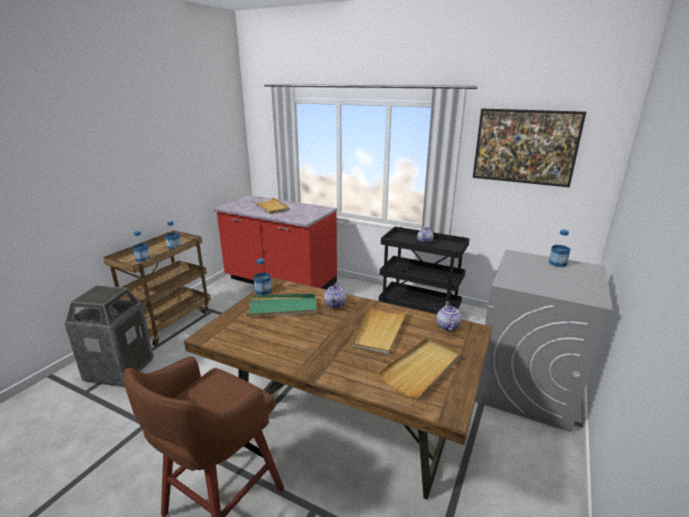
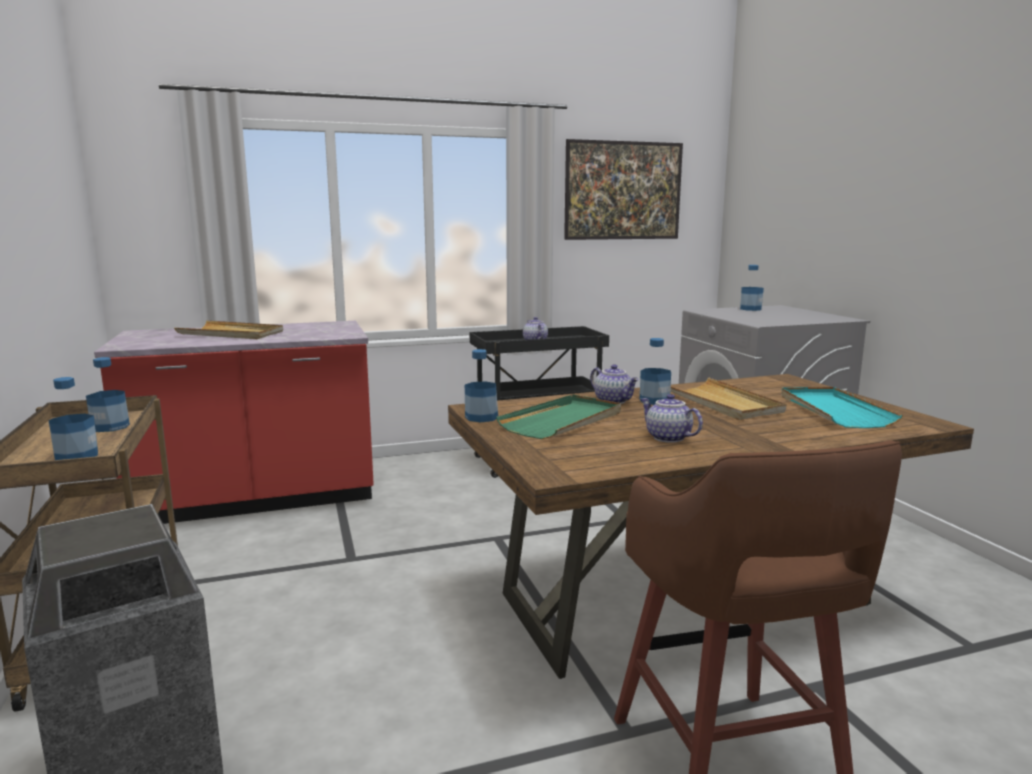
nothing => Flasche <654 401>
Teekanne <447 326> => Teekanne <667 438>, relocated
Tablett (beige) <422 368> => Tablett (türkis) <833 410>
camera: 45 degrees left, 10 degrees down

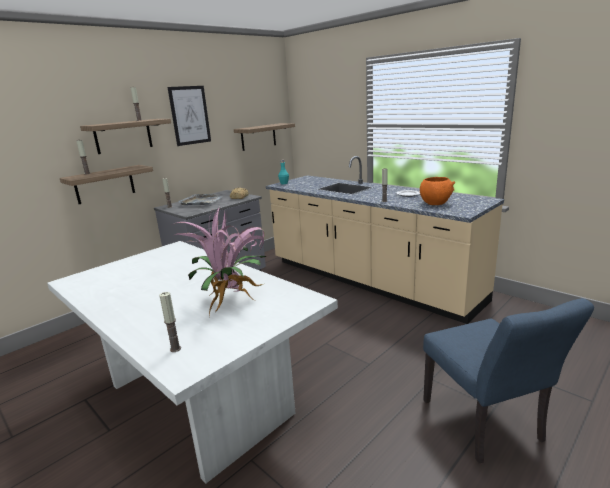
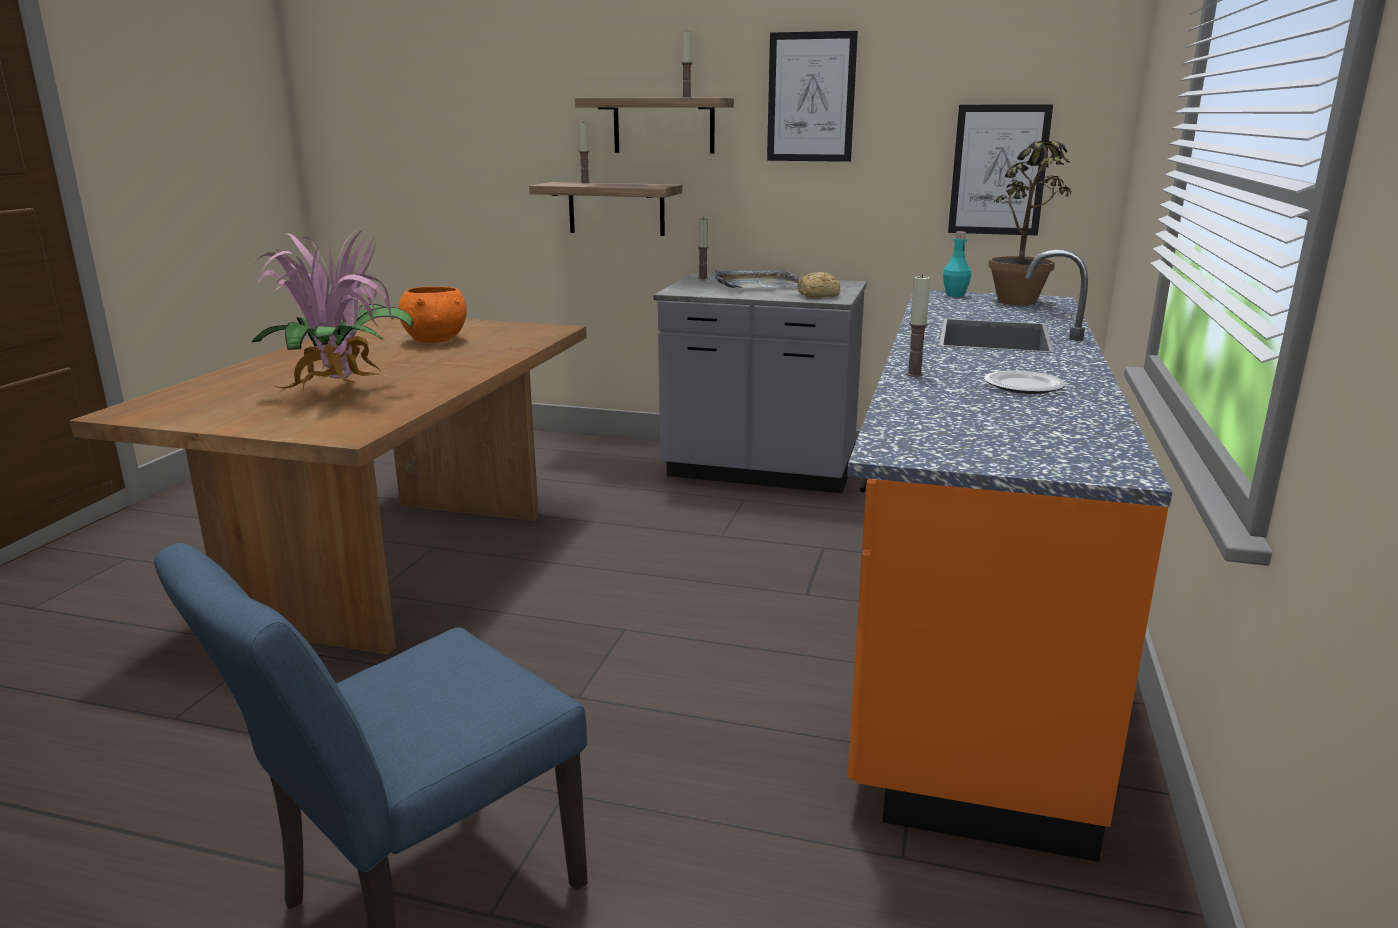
Esstisch (weiß) <200 398> => Esstisch (braun) <399 566>
Schüssel (orange) <435 203> => Schüssel (orange) <436 340>, relocated
Küchenzeile (beige) <369 281> => Küchenzeile (orange) <967 617>
Wandregal <258 137> => Bild <998 170>
nothing => Topfpflanze <1020 304>
Kerze <175 349> => nothing
camera: 60 degrees right, 0 degrees up

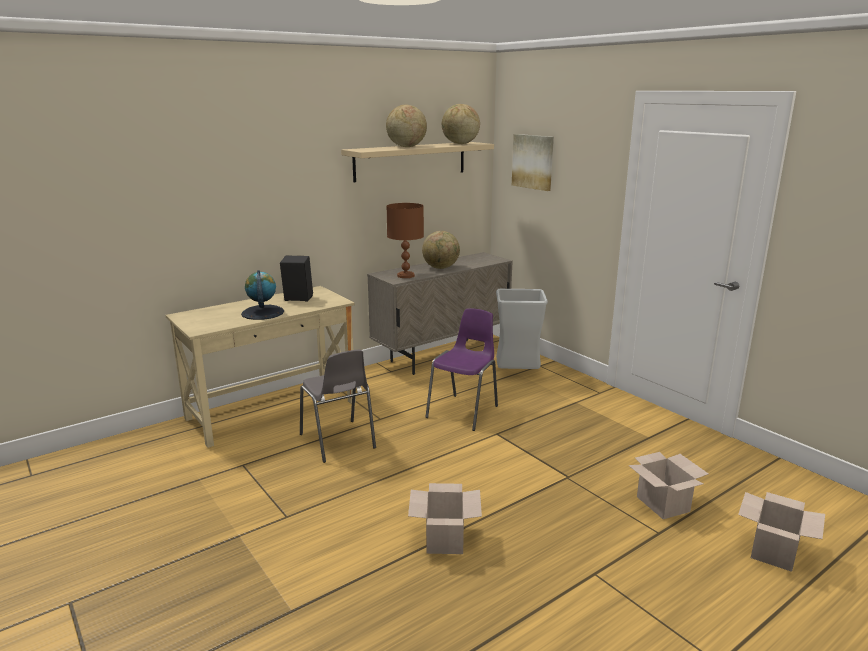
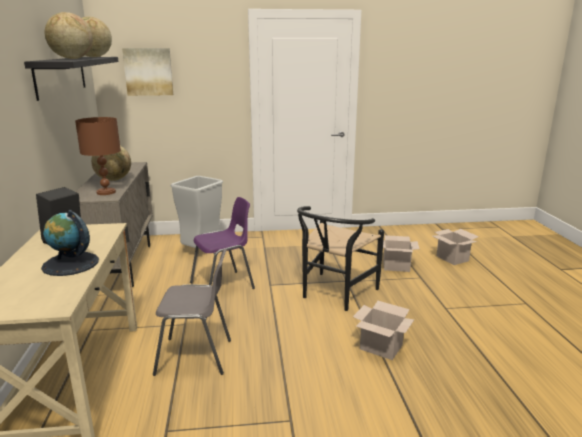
Wandregal (beige) <410 161> => Wandregal (schwarz) <61 76>
Stuhl (lila) <464 411> => Stuhl (lila) <224 286>, 90 degrees clockwise
nothing => Stuhl (schwarz) <334 294>
camera: 60 degrees left, 0 degrees up

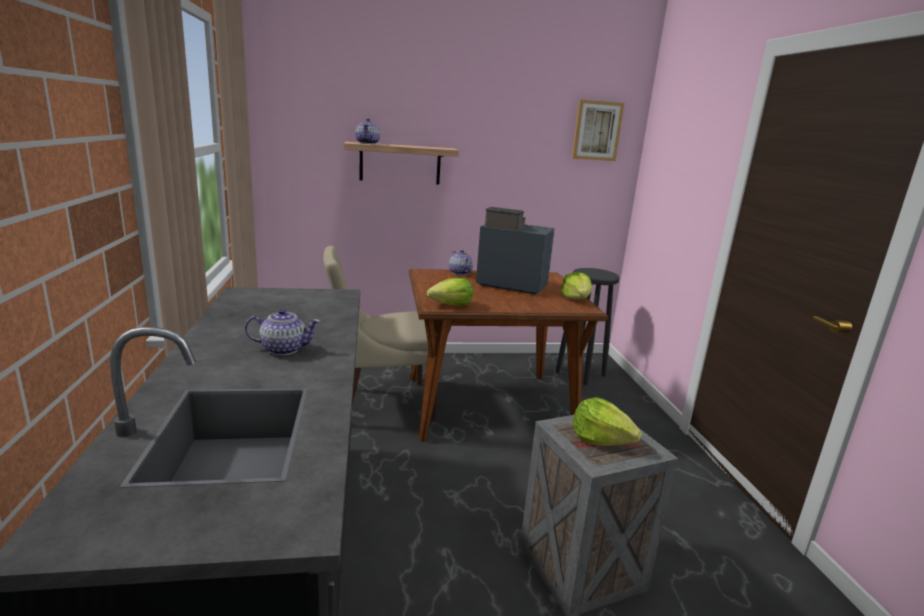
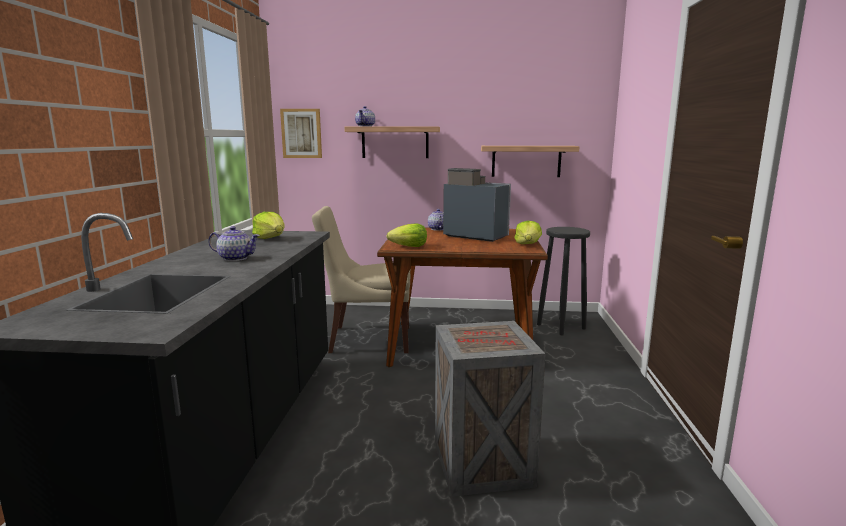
Salatkopf <601 439> => Salatkopf <271 238>, relocated
Bild <596 130> => Bild <301 133>, relocated
nothing => Wandregal <526 161>
camera: 15 degrees right, 5 degrees down

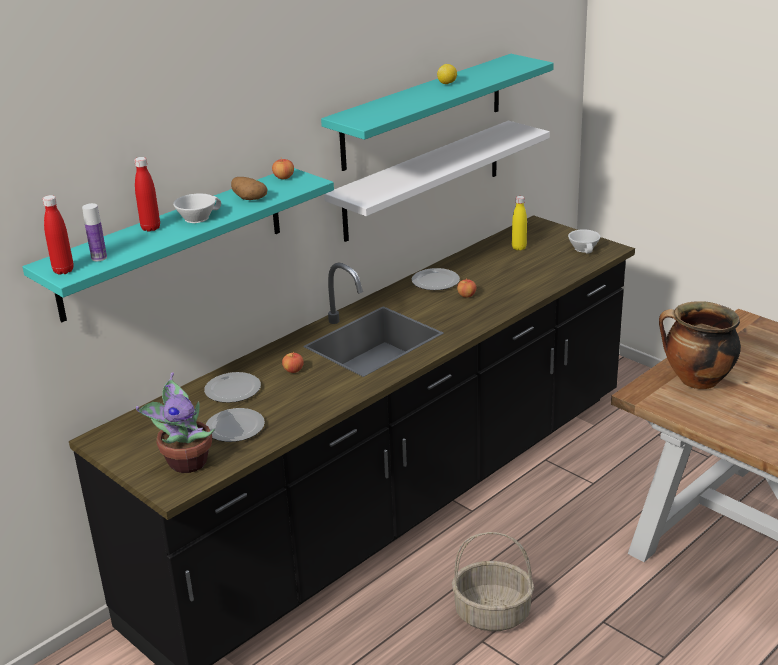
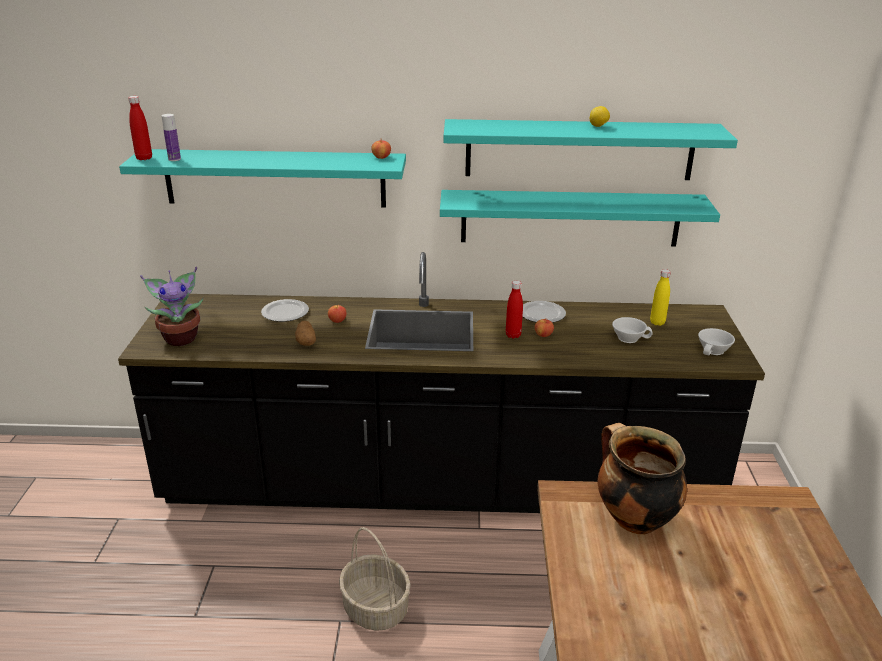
Kartoffel <248 198> => Kartoffel <306 341>, relocated
Wandregal (weiß) <423 180> => Wandregal (türkis) <570 218>
Flasche (rot) <151 228> => Flasche (rot) <513 335>, relocated
Tasse (weiß) <197 217> => Tasse (weiß) <629 337>, relocated
Teller <236 427> => nothing
camera: 45 degrees right, 0 degrees up

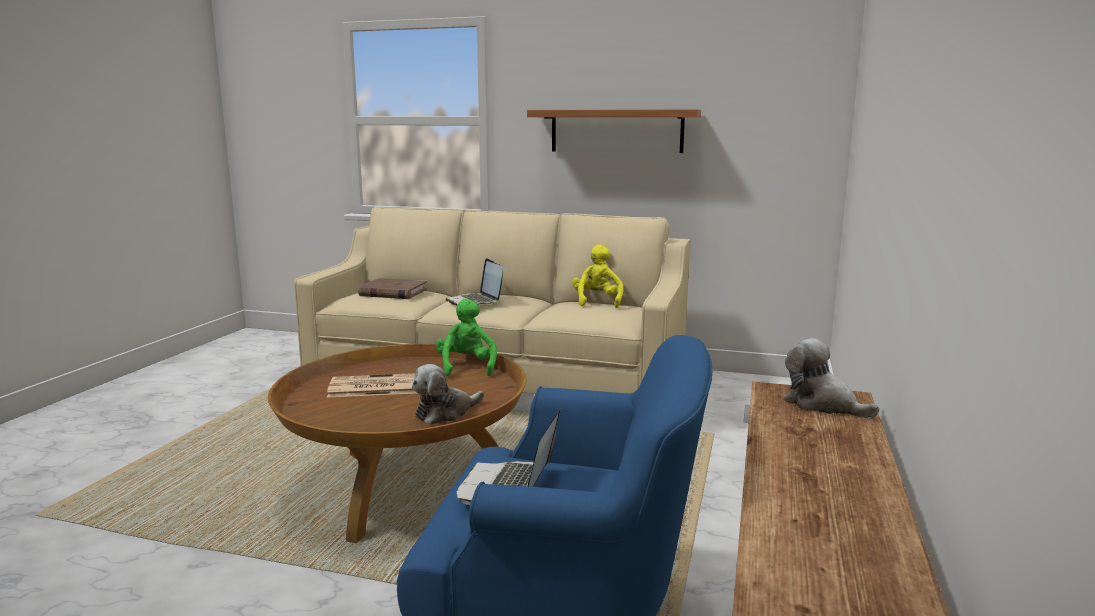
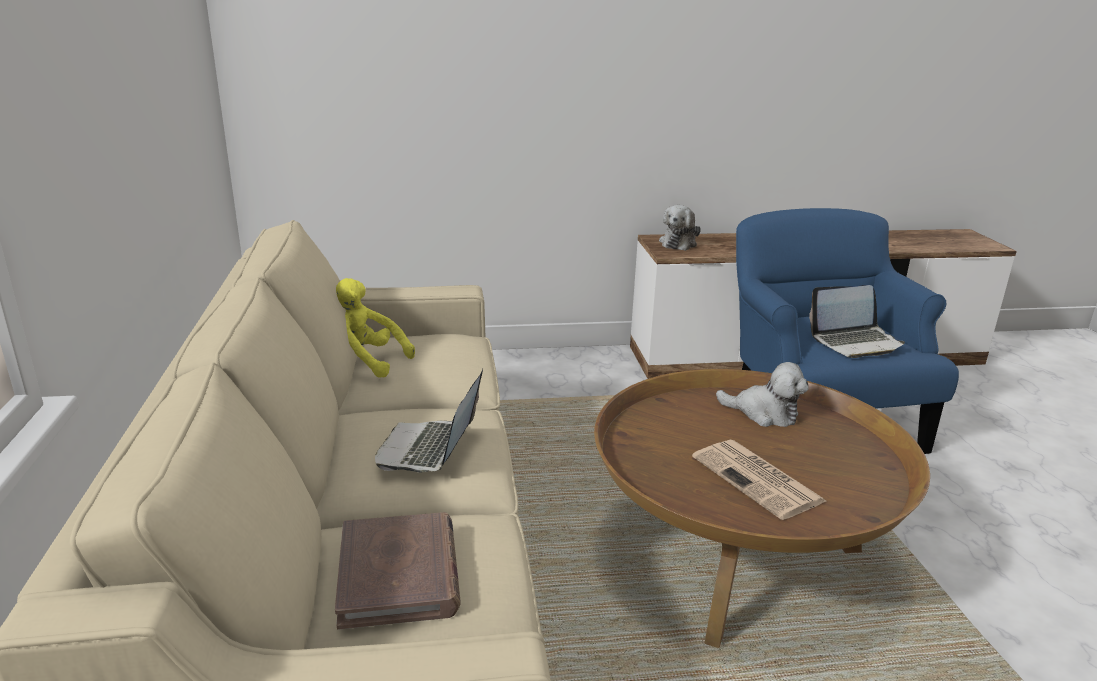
Plüschtier (gelb) <597 302> => Plüschtier (gelb) <365 362>, 45 degrees clockwise
Laptop <475 301> => Laptop <429 449>, 150 degrees clockwise
Plüschtier (grün) <466 367> => nothing
Wandregal <616 131> => nothing
camera: 115 degrees left, 10 degrees up

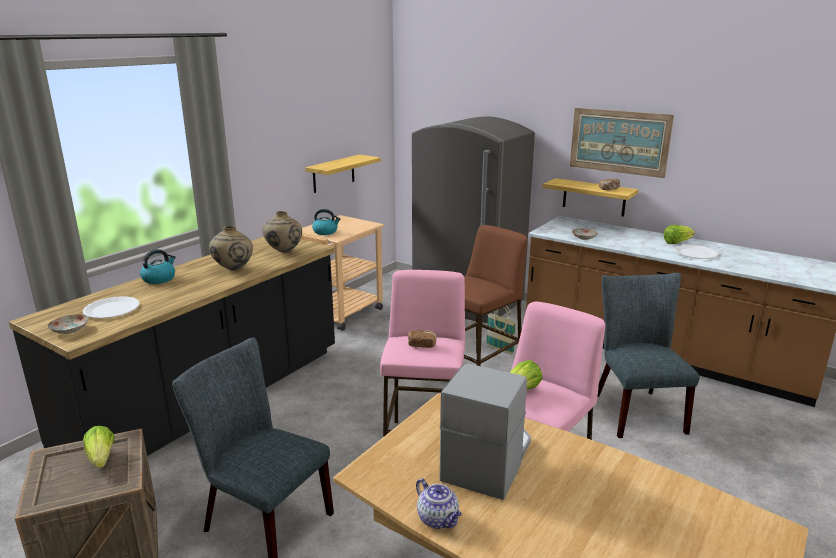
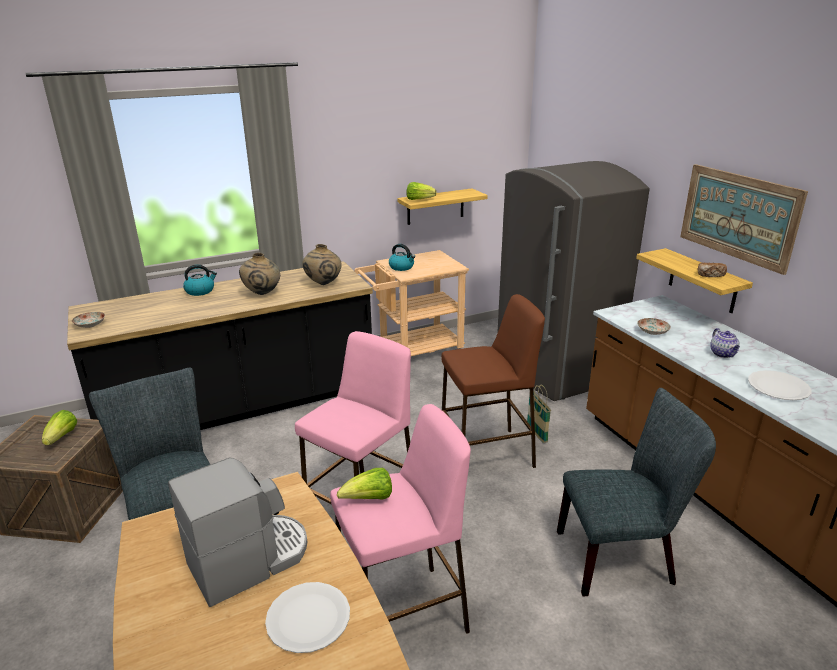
Teller (weiß) <112 309> => Teller (weiß) <308 618>, relocated
Salatkopf <676 242> => Salatkopf <419 199>, relocated
Stuhl (grau) <634 410> => Stuhl (grau) <622 557>, 60 degrees clockwise
Teekanne <438 519> => Teekanne <723 354>, relocated
Brot <422 345> => nothing
camera: 30 degrees right, 5 degrees up

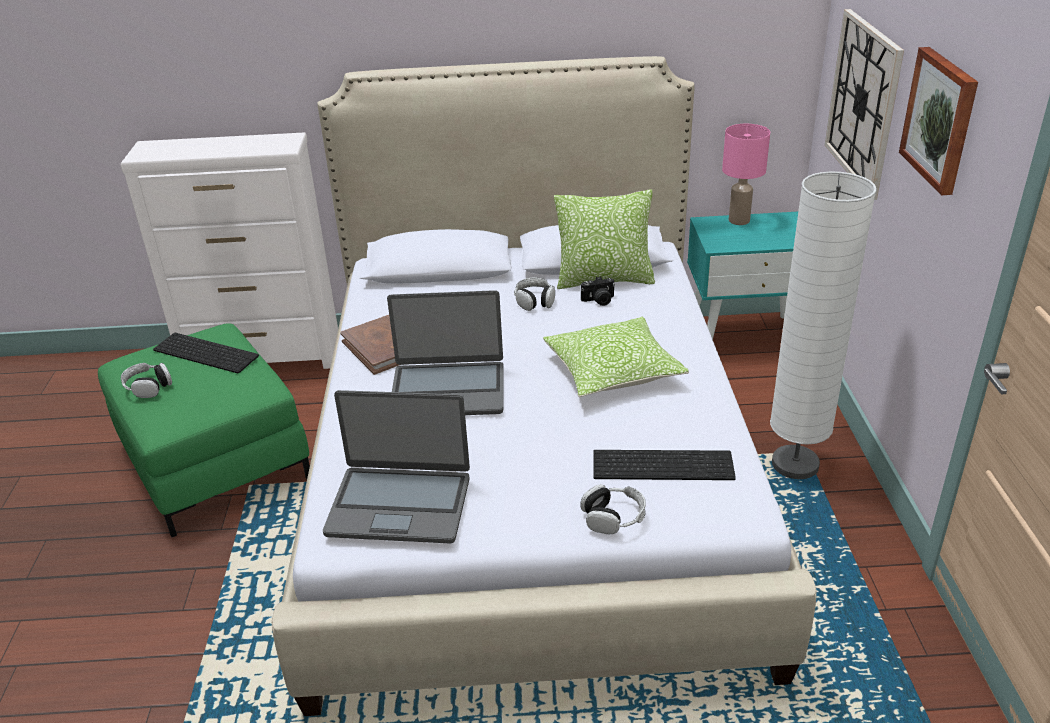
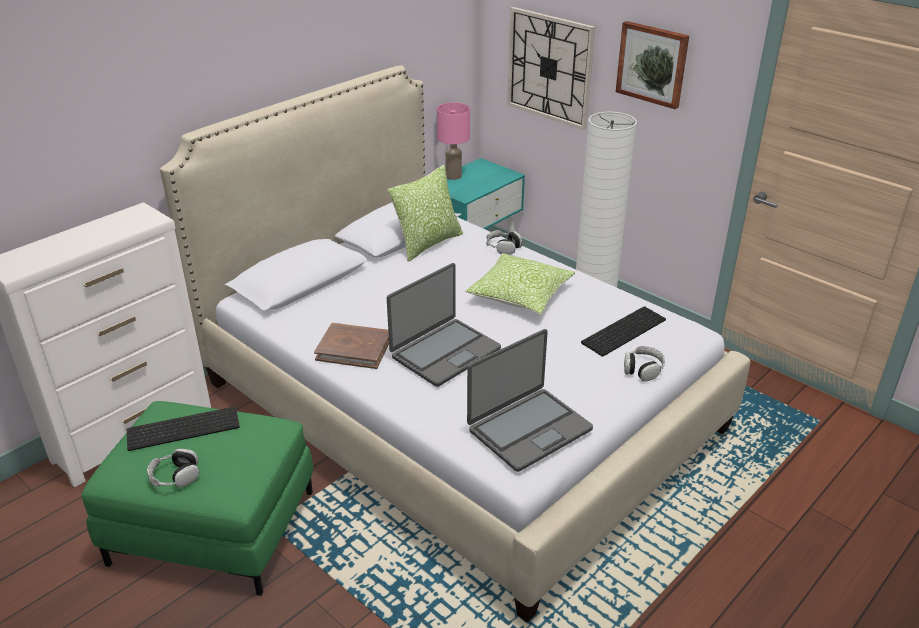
Kopfhörer <535 301> => Kopfhörer <503 247>, relocated
Kamera <599 301> => nothing
camera: 45 degrees left, 0 degrees up

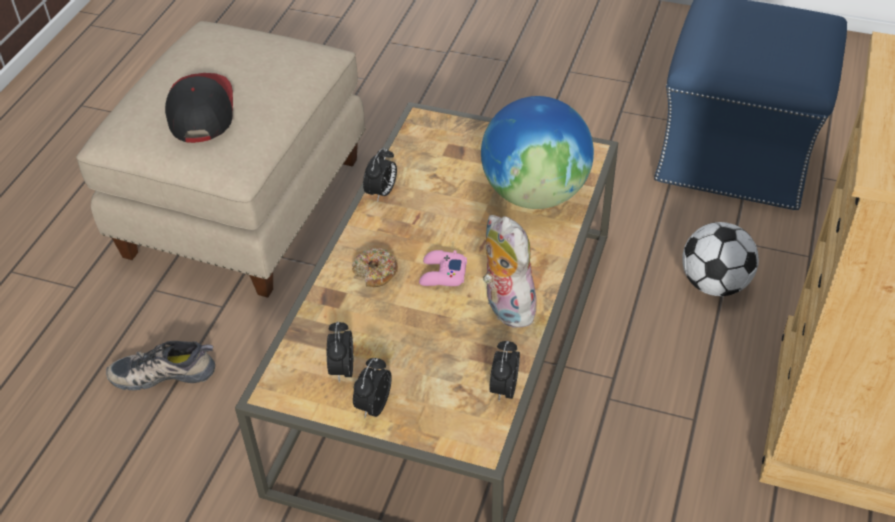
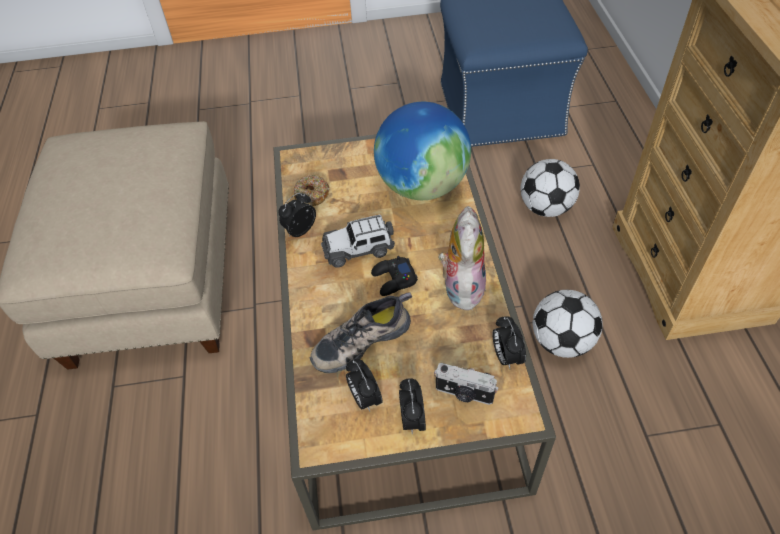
Wecker <381 193> => Wecker <300 230>, 135 degrees counterclockwise
Donut <375 273> => Donut <312 195>, relocated
Schuh <164 371> => Schuh <361 339>, relocated
nothing => Spielzeugauto <358 249>
Gamepad (rosa) <442 274> => Gamepad (schwarz) <394 280>
nothing => Kamera <464 394>
Plüschtier <505 307> => Plüschtier <461 287>, 60 degrees clockwise
nothing => Fußball <561 341>
Kappe <200 110> => nothing
camera: 25 degrees left, 5 degrees up

